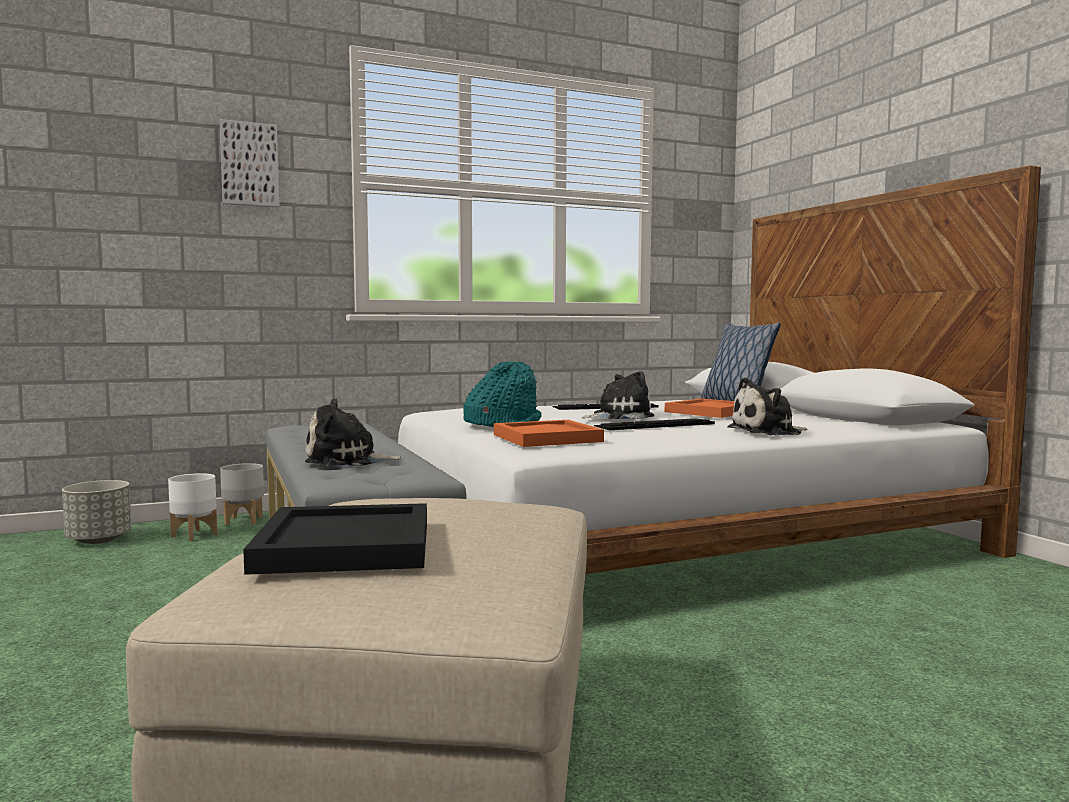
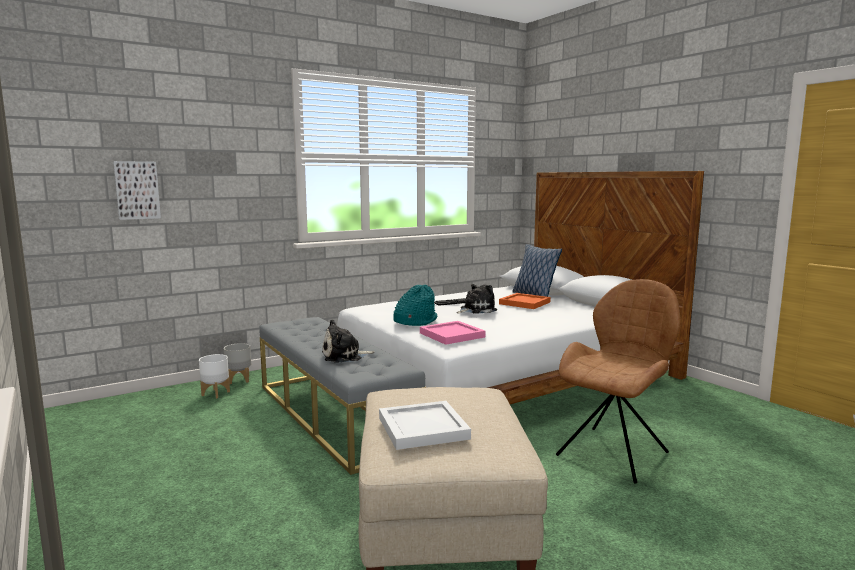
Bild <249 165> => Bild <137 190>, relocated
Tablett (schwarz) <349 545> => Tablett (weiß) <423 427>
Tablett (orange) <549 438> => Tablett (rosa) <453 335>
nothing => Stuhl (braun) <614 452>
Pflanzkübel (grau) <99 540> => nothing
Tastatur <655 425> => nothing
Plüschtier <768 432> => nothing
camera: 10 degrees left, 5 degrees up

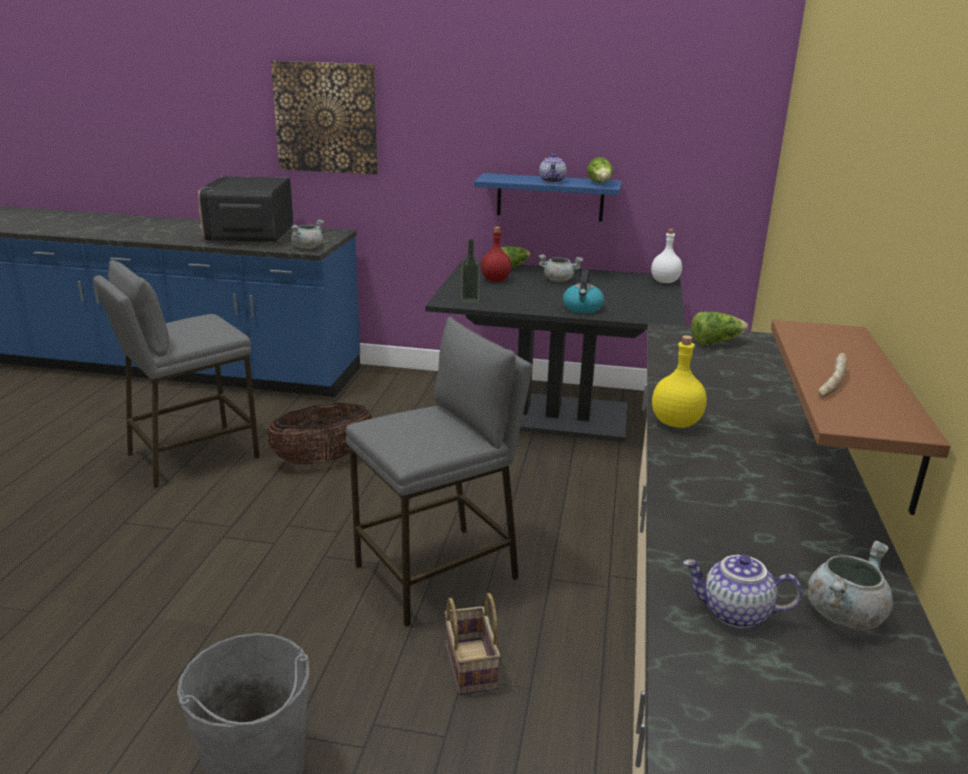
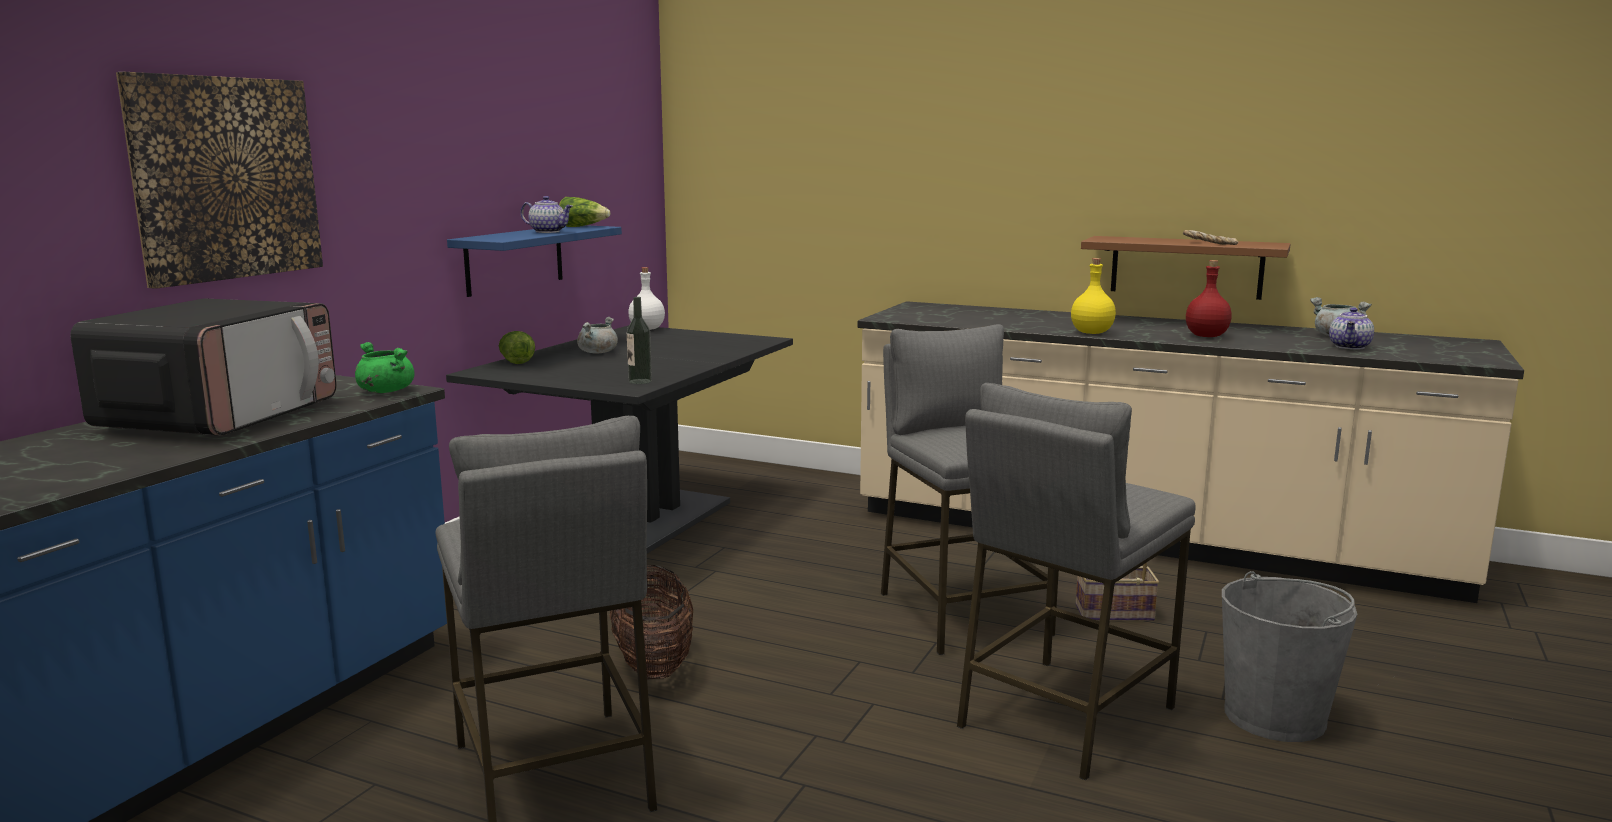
Mikrowelle <250 235> => Mikrowelle <221 416>, 90 degrees counterclockwise
Kochtopf (grau) <307 247> => Kochtopf (grün) <385 391>
nothing => Hocker (grau) <1063 716>
Flasche (rot) <495 280> => Flasche (rot) <1207 336>, relocated
Wasserkessel <582 308> => nothing
Salatkopf <715 342> => nothing
camera: 75 degrees left, 10 degrees down

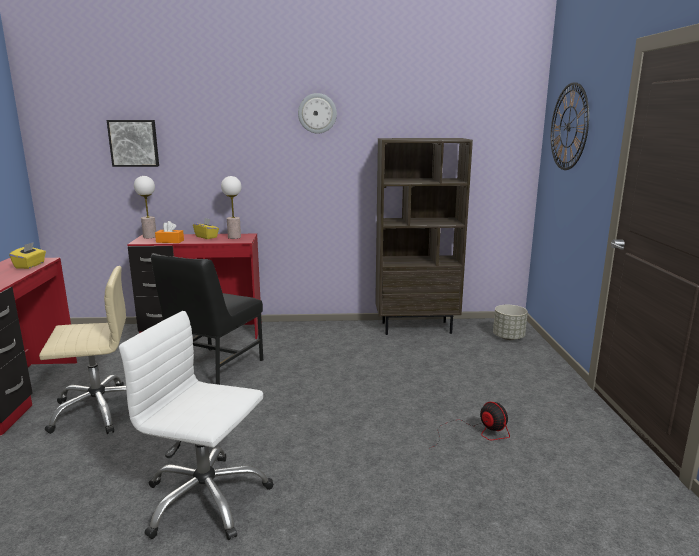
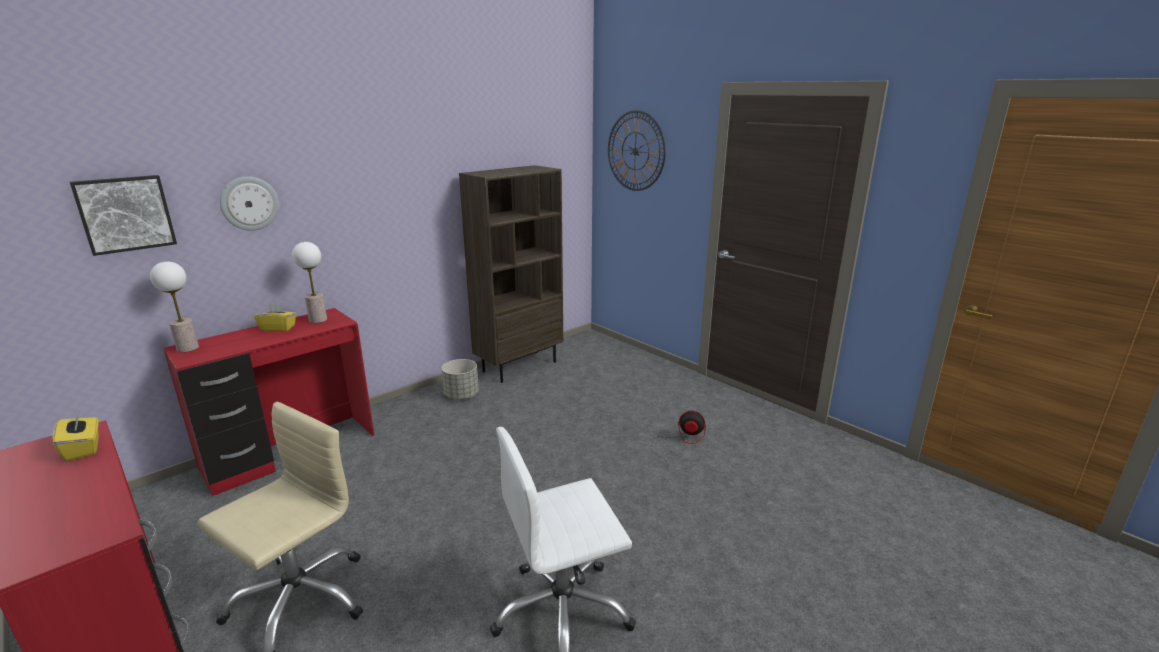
Wanduhr <317 113> => Wanduhr <249 203>, relocated
Pflanzkübel (grau) <508 337> => Pflanzkübel (grau) <462 395>, relocated
Stuhl (schwarz) <213 369> => nothing
Taschentuchbox (orange) <170 241> => nothing
camera: 40 degrees left, 5 degrees up

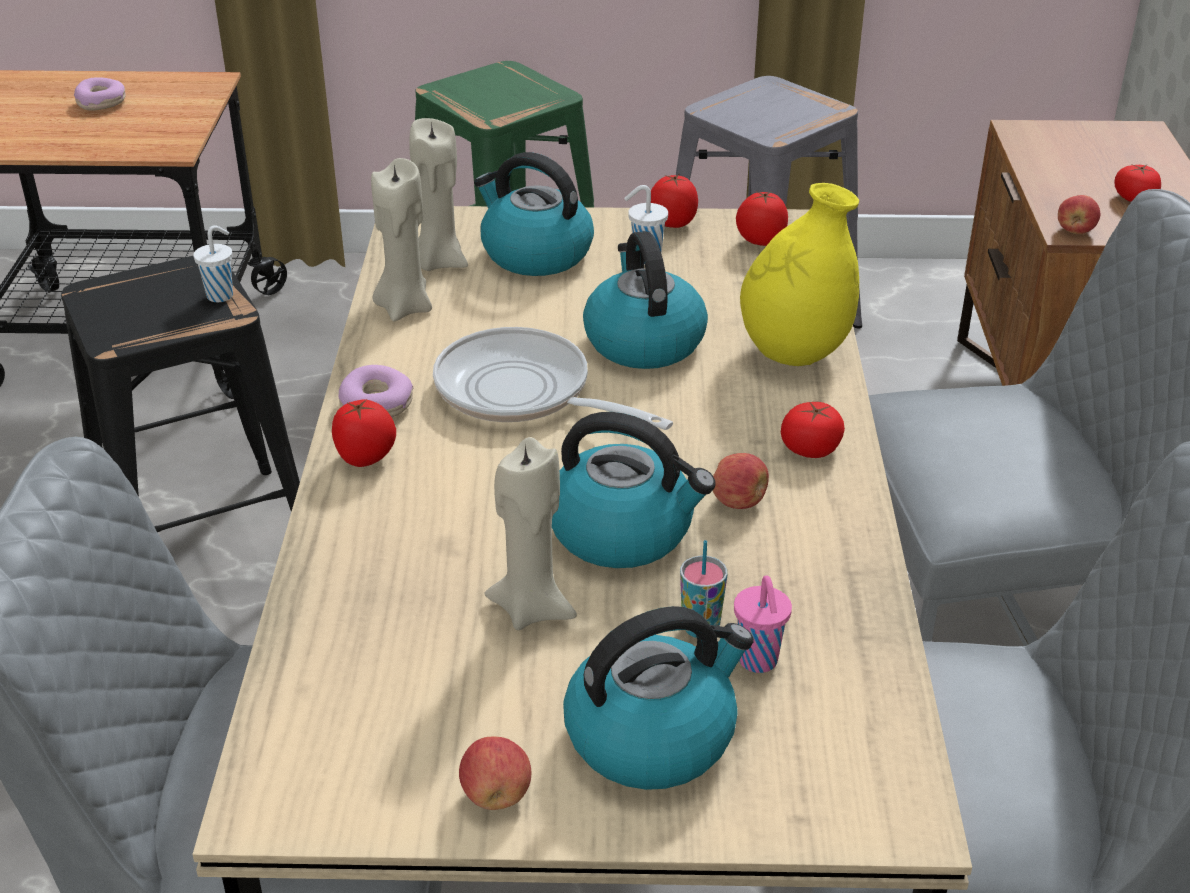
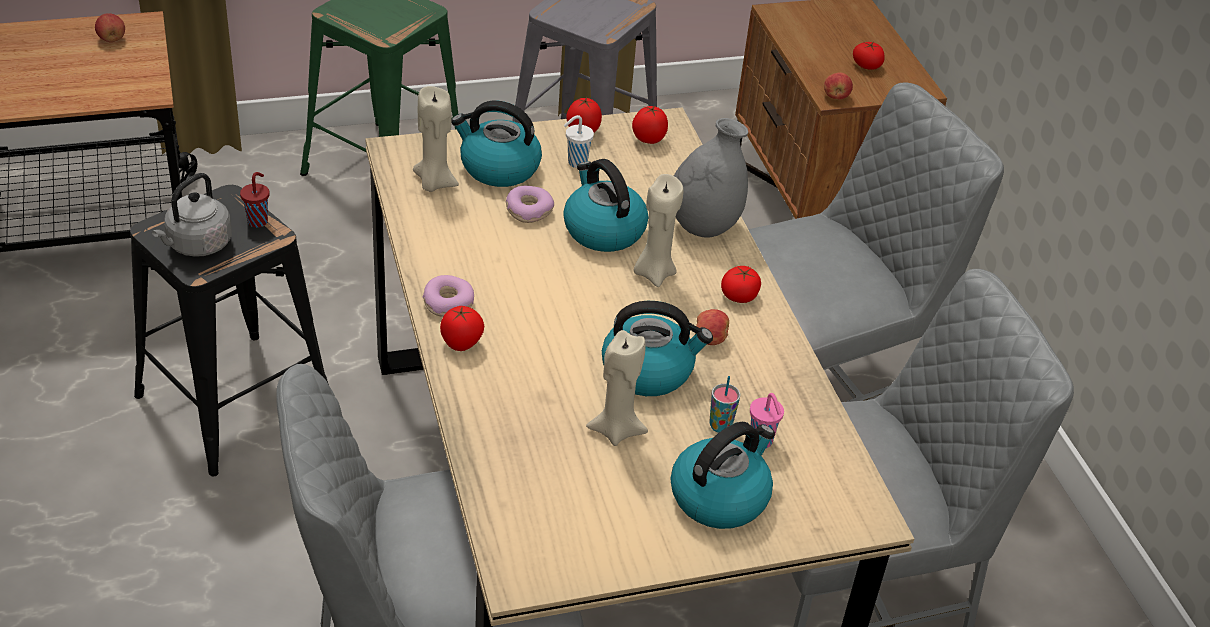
Apfel <496 795> => Apfel <111 39>, relocated
nothing => Wasserkessel (grau) <197 245>
Tasse (weiß) <221 295> => Tasse (rot) <258 221>
Donut <101 102> => Donut <529 210>, relocated
Kerze (beige) <404 307> => Kerze (beige) <654 273>, relocated
Vase (gelb) <794 353> => Vase (grau) <703 226>
Pfanne <523 393> => nothing
camera: 20 degrees left, 5 degrees up

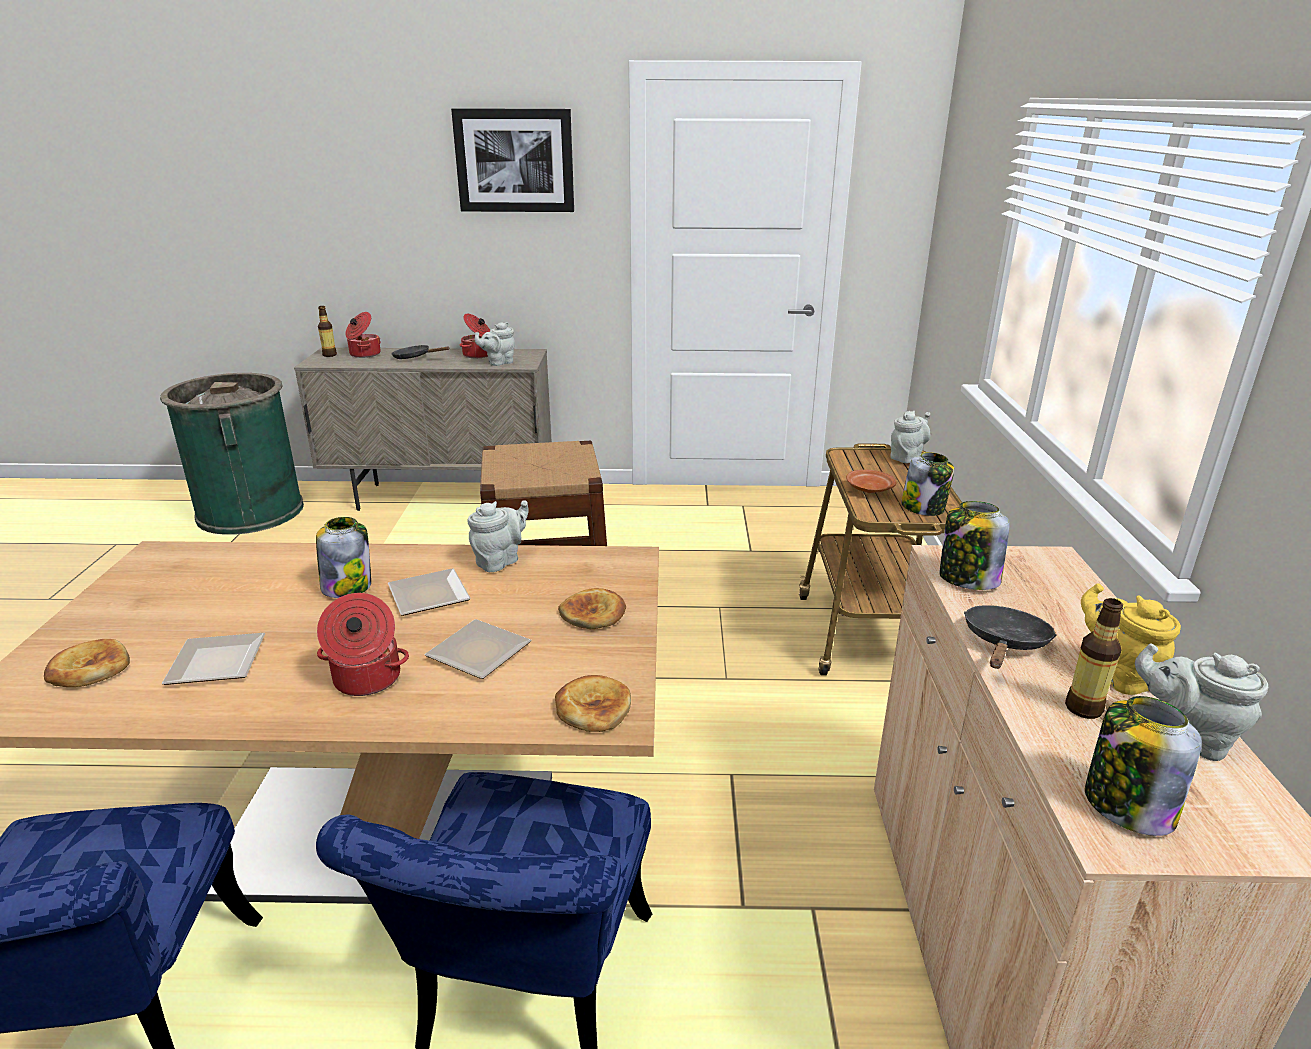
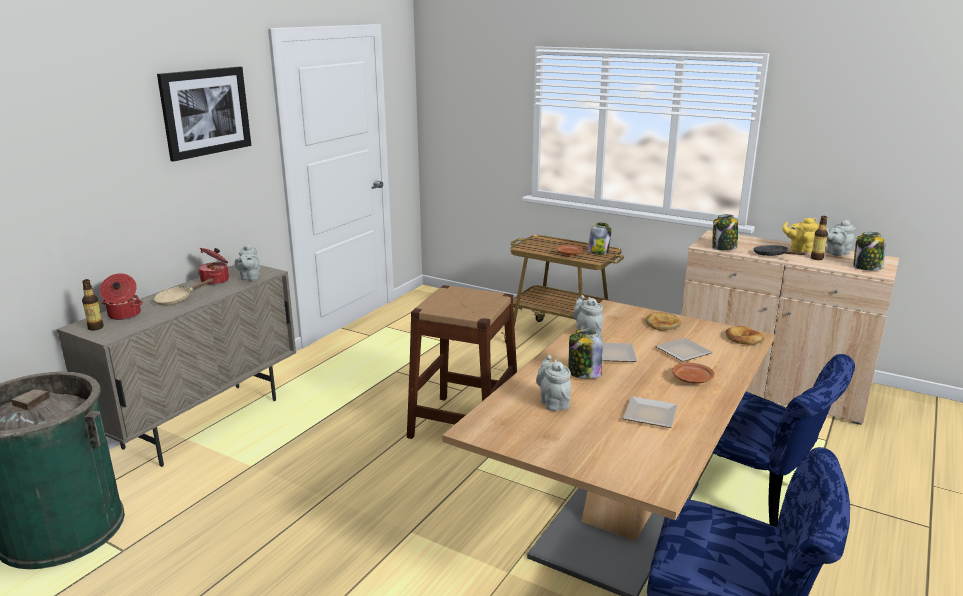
Pfanne (schwarz) <415 358> => Pfanne (beige) <177 300>
Teekanne (grau) <907 457> => Teekanne (grau) <553 402>, relocated
Kochtopf <366 679> => Teller (braun) <692 379>
Brot <89 669> => nothing
camera: 60 degrees left, 5 degrees down

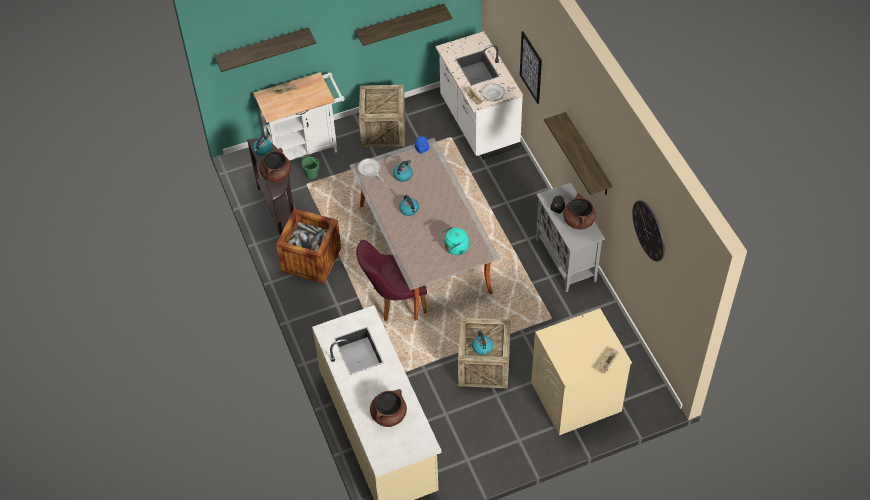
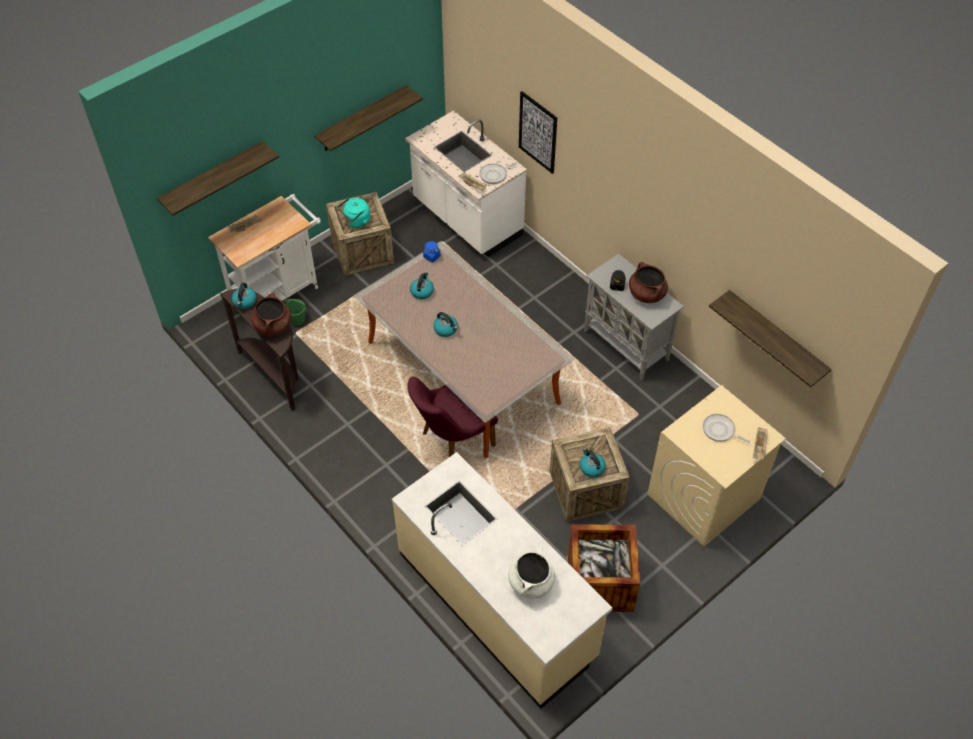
Wasserkessel (türkis) <455 248> => Wasserkessel (türkis) <356 222>, relocated
Kochtopf (braun) <389 415> => Kochtopf (weiß) <531 582>
Kiste <311 259> => Kiste <600 582>, relocated
Pfanne <370 170> => Pfanne <720 431>, relocated
Wandregal <587 155> => Wandregal <776 337>, relocated
Wanduhr <649 230> => nothing
camera: 20 degrees left, 0 degrees up

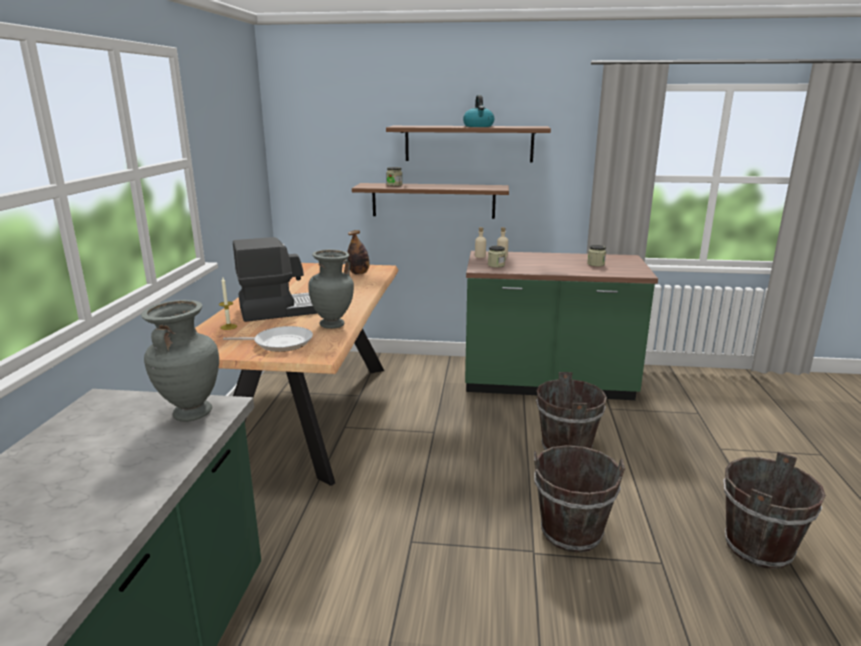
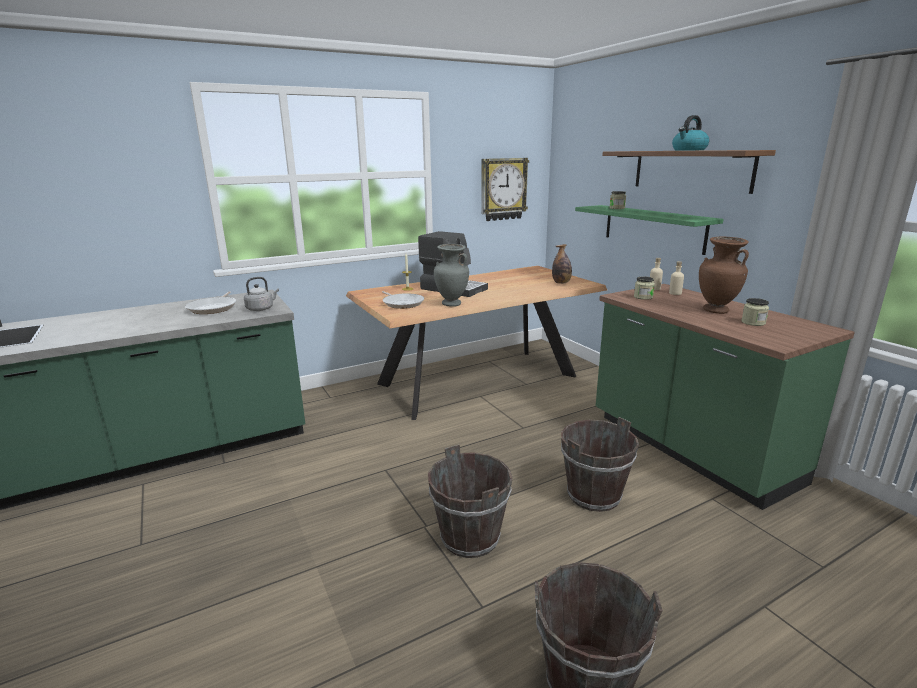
nothing => Pfanne <214 308>
Vase (grau) <190 413> => Wasserkessel (grau) <261 309>
nothing => Wanduhr <503 189>
Wandregal (braun) <433 200> => Wandregal (grün) <653 228>
nothing => Vase (braun) <715 311>
camera: 55 degrees right, 0 degrees up

